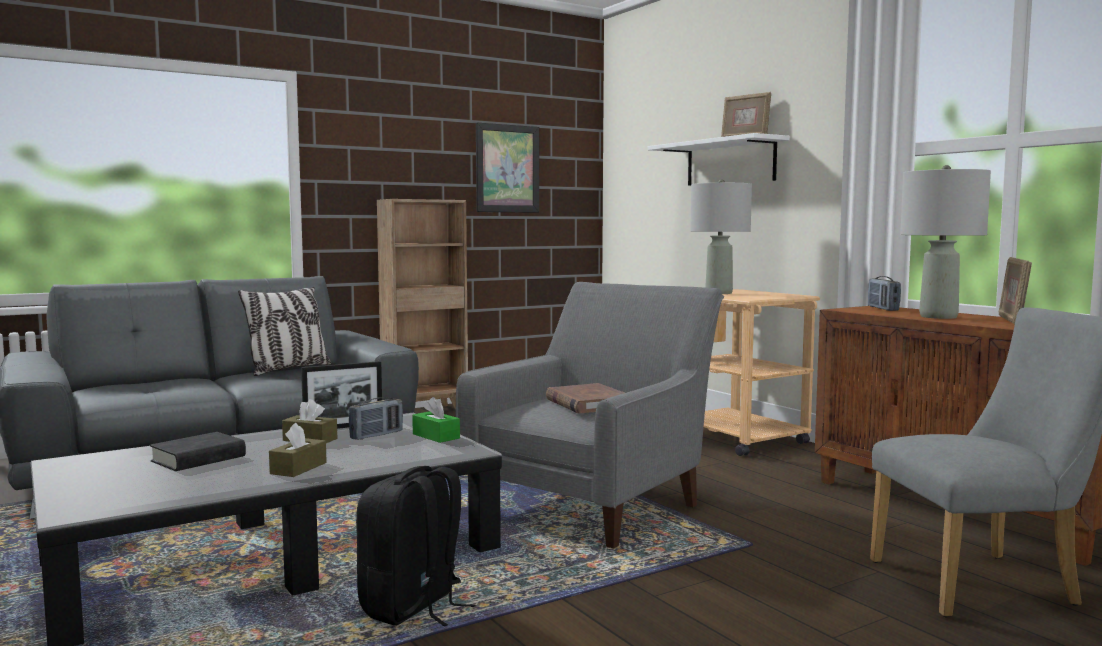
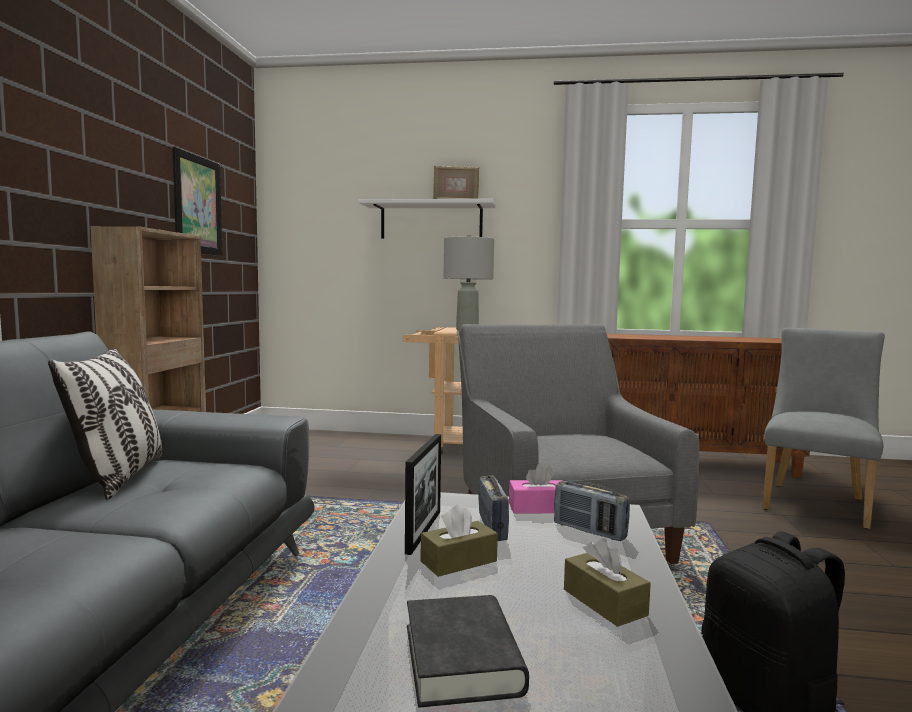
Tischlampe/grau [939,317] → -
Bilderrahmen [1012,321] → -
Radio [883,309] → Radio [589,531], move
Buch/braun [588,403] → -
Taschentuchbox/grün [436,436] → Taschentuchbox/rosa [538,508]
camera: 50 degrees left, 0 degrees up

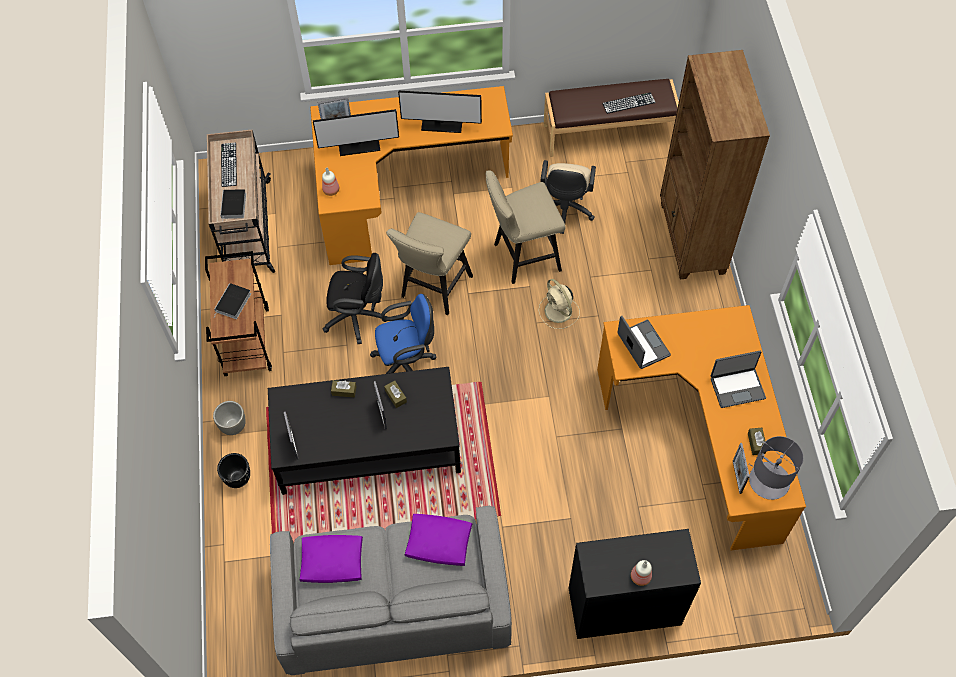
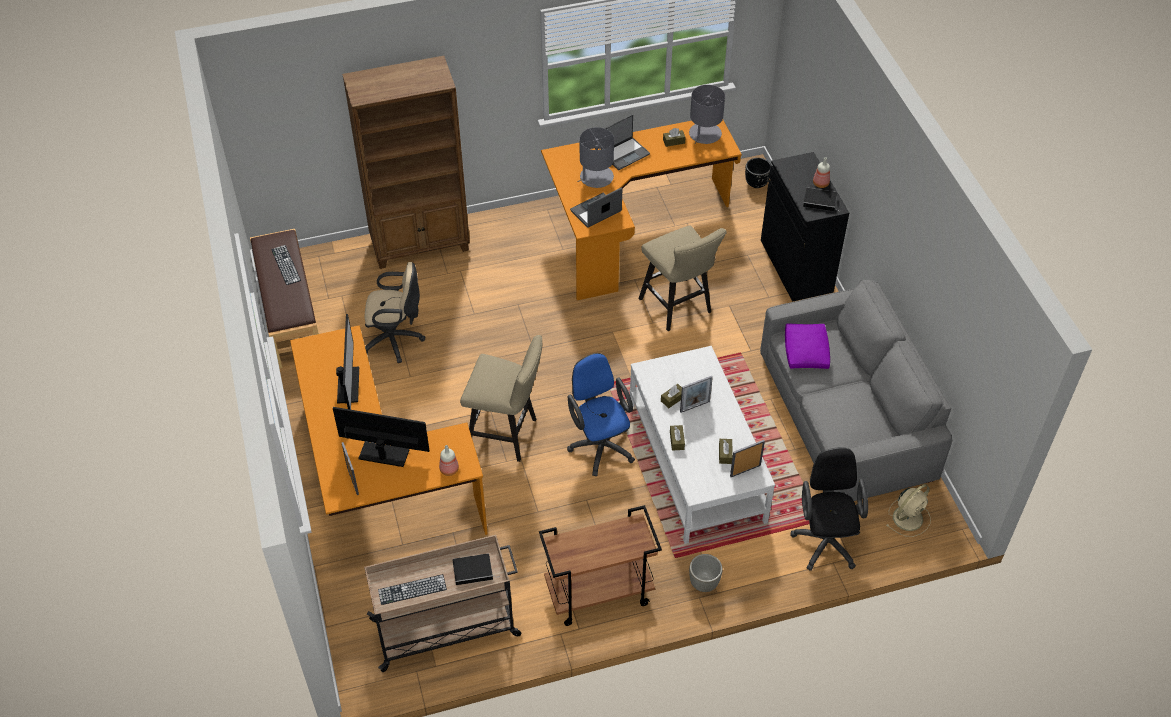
Monitor [359,146] → Monitor [384,454], 60 degrees counterclockwise
Hocker/beige [522,257] → Hocker/beige [678,308], move
Bürostuhl/schwarz [358,317] → Bürostuhl/schwarz [825,539], move
Ventilator/beige [559,312] → Ventilator/beige [908,517], move
Buch [233,303] → Buch [821,201], move
Laptop [737,387] → Laptop [624,154], 75 degrees clockwise
Couchtisch/schwarz [367,445] → Couchtisch/weiß [696,462]
Bilderrahmen [736,477] → -
Pflanzkübel/schwarz [237,478] → Pflanzkübel/schwarz [756,184], move
Kissen/lila [331,562] → -
- → Tischlampe/grau [596,177]
- → Taschentuchbox/braun [725,454]
camera: 100 degrees left, 10 degrees down

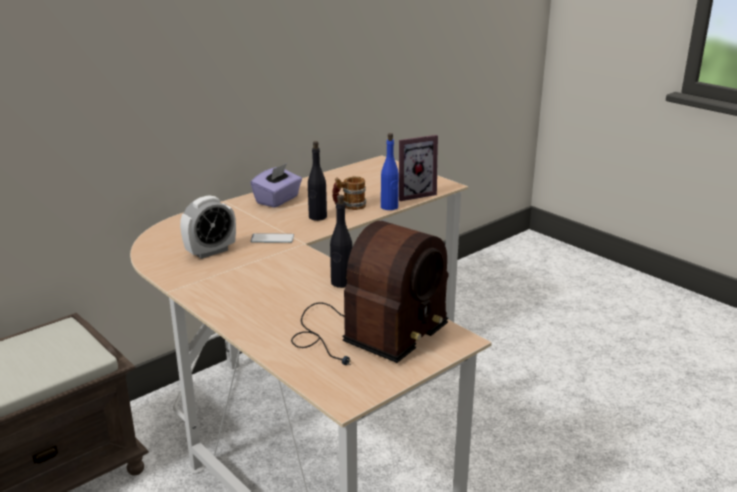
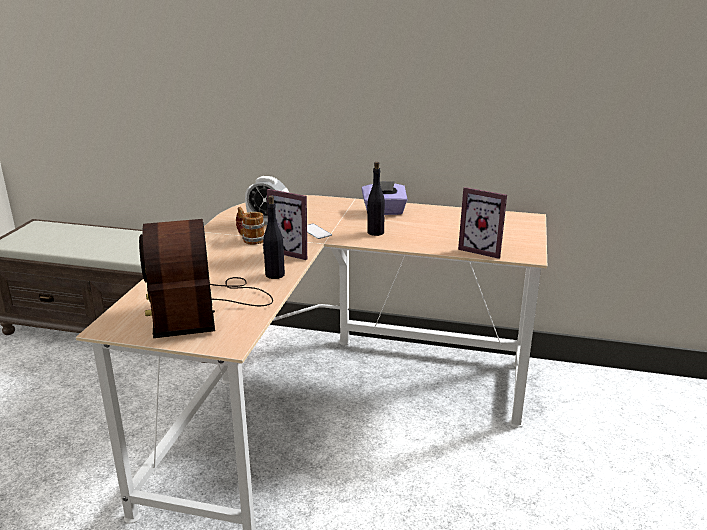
Flasche/blau [389,207] → -
Henkelbecher [349,206] → Henkelbecher [250,239], move
Radio [367,334] → Radio [205,307], 75 degrees clockwise
- → Bilderrahmen [293,251]
camera: 55 degrees right, 0 degrees up

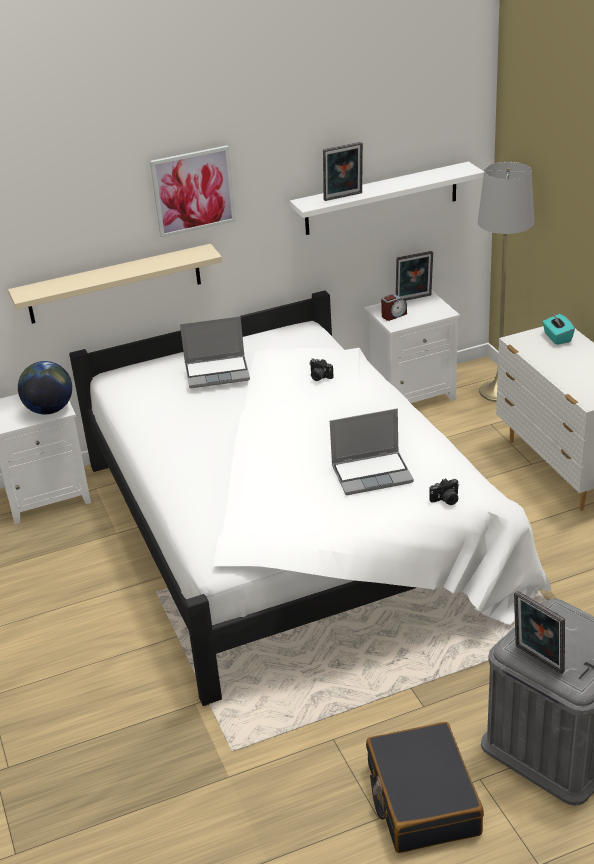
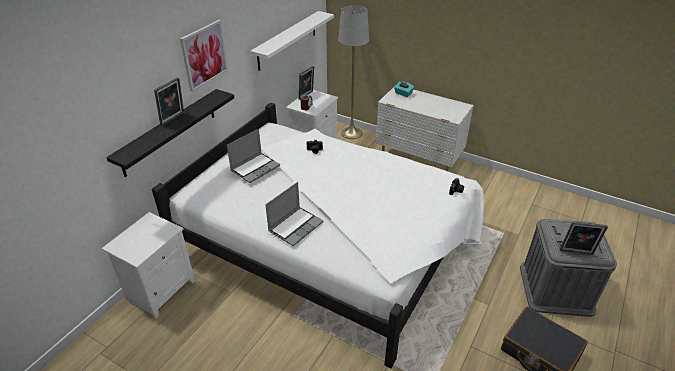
Bilderrahmen [344,197] → Bilderrahmen [173,119], move
Wandregal/beige [114,284] → Wandregal/schwarz [169,132]
Globus [49,409] → -
Laptop [372,474] → Laptop [295,226], move
camera: 40 degrees left, 5 degrees up

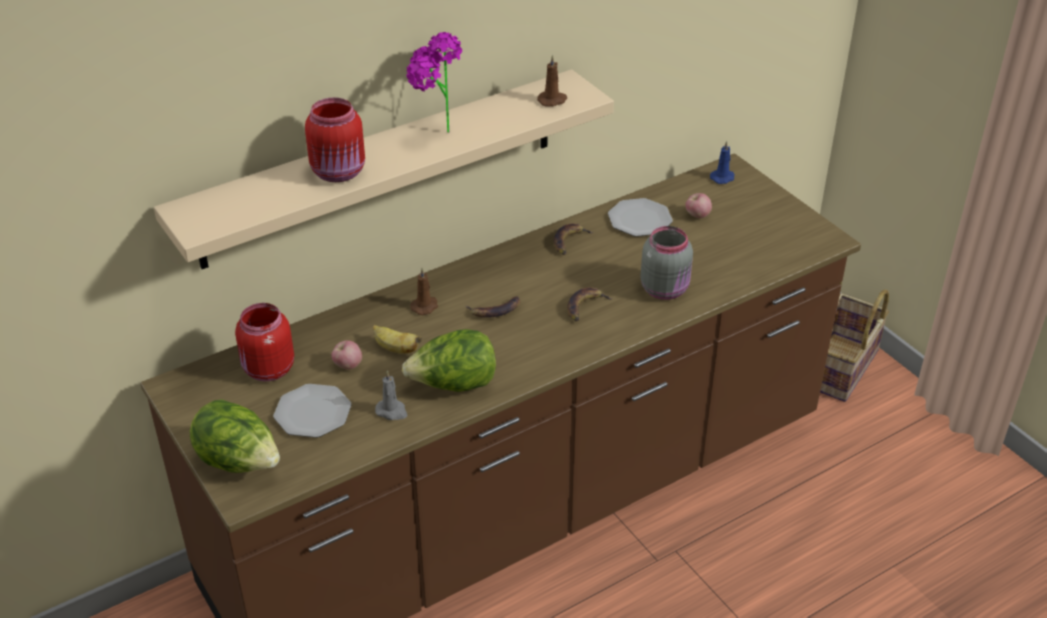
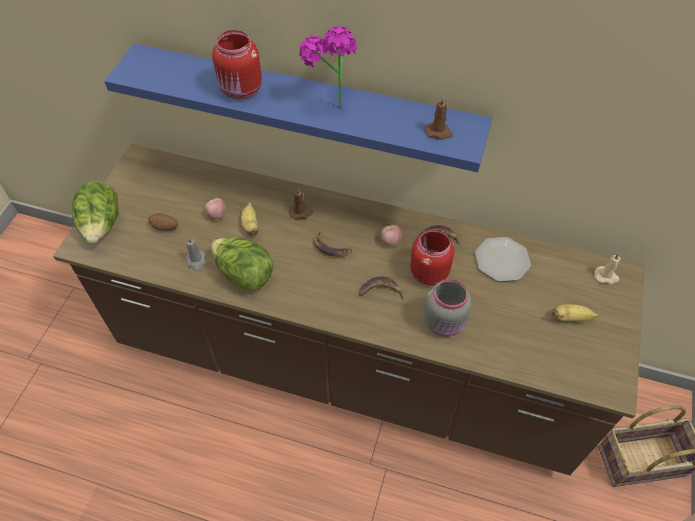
Wandregal/beige [381,168] → Wandregal/blau [306,104]
Kerze/blau [723,178] → Kerze/beige [606,276]
Apfel [697,215] → Apfel [390,242], move
Vorratsglas/rot [267,370] → Vorratsglas/rot [427,273], move
Teller [312,413] → Kartoffel [165,227]
- → Banane [571,318]
camera: 50 degrees right, 15 degrees up

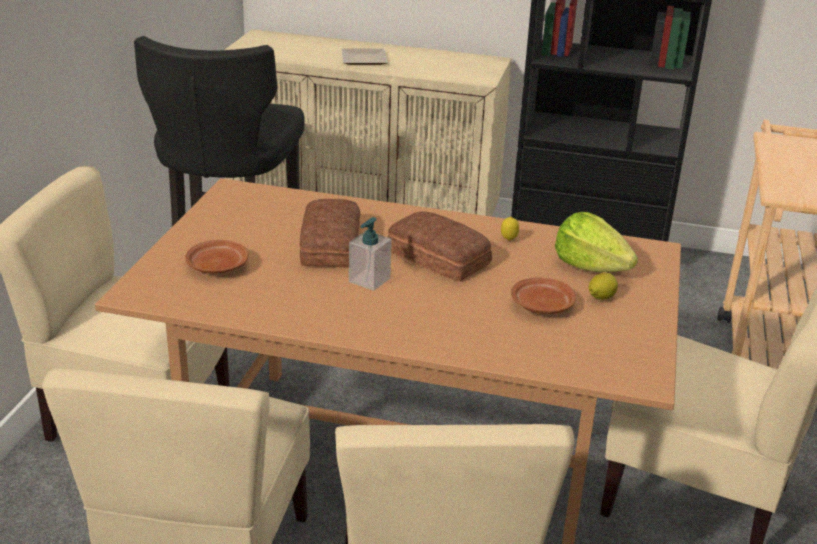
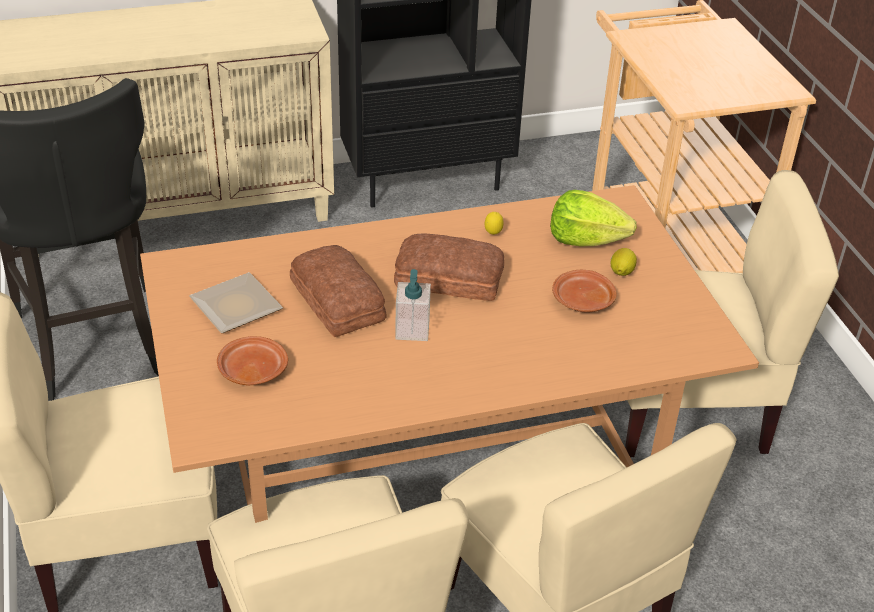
Teller [365,59] → Teller [237,304], move
camera: 30 degrees left, 10 degrees up

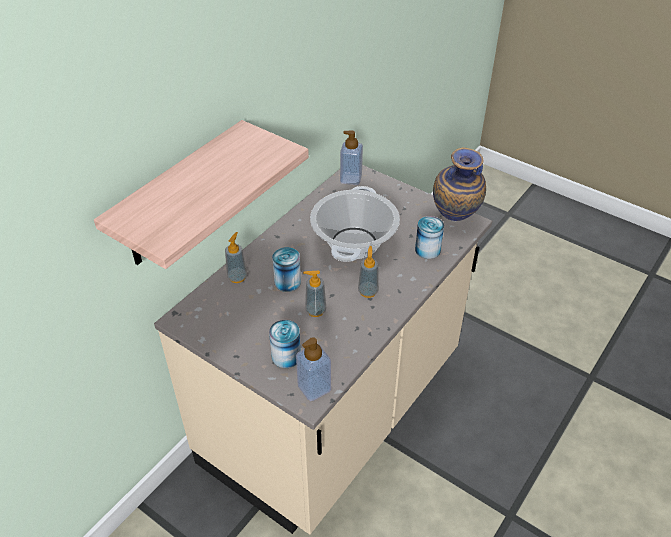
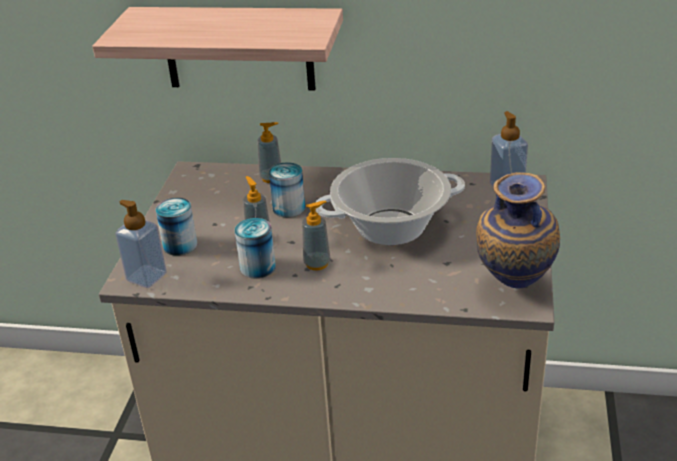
Dose [427,250] → Dose [257,267], move
camera: 65 degrees right, 10 degrees down

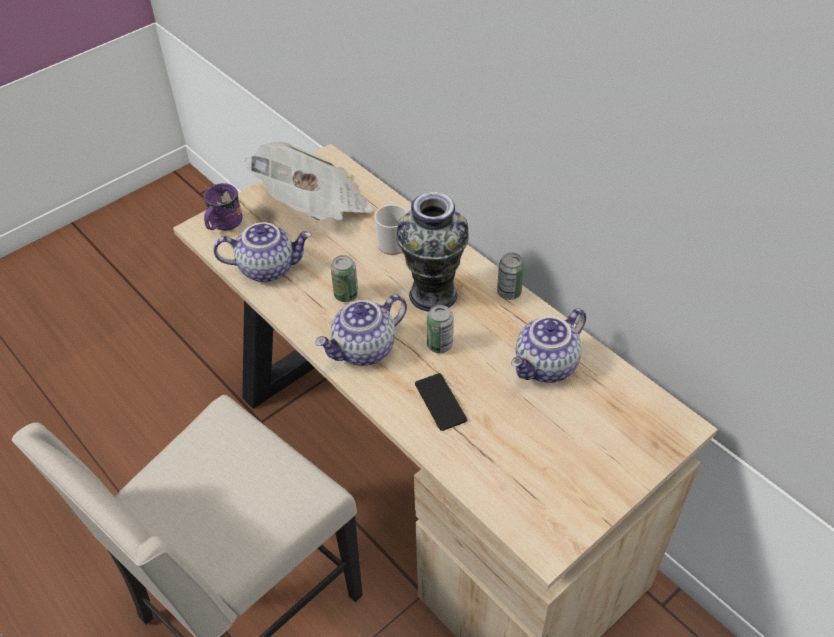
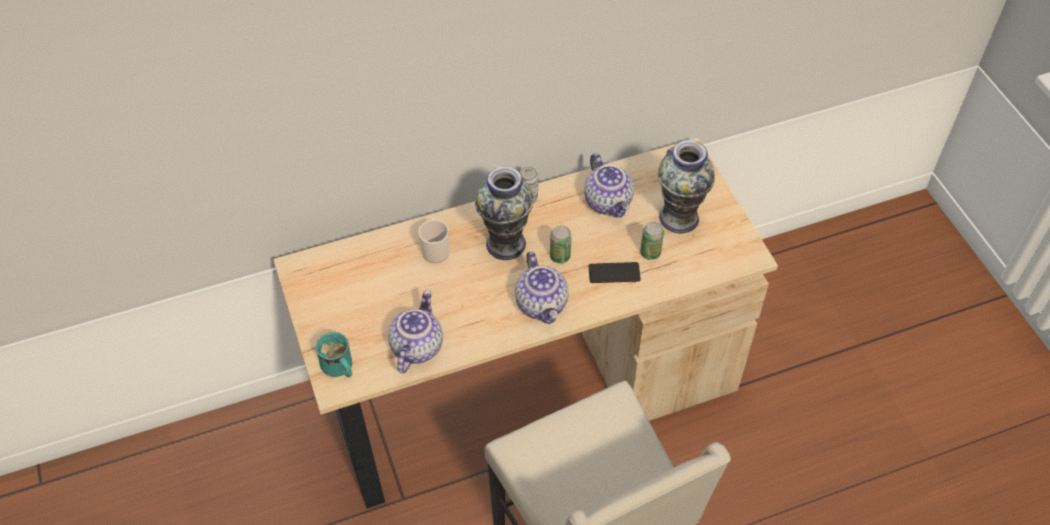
Zeitung [315,206] → -
Henkelbecher/lila [222,224] → Henkelbecher/türkis [339,369]
Dose [346,295] → Dose [650,253], move
- → Vase [679,217]
camera: 70 degrees left, 5 degrees up

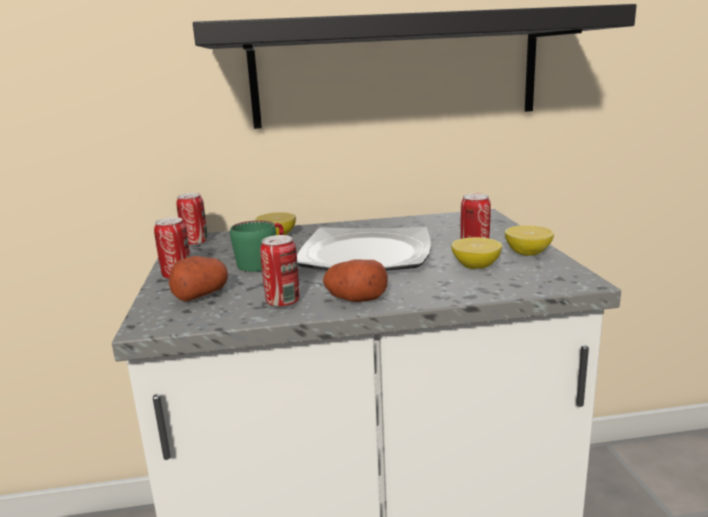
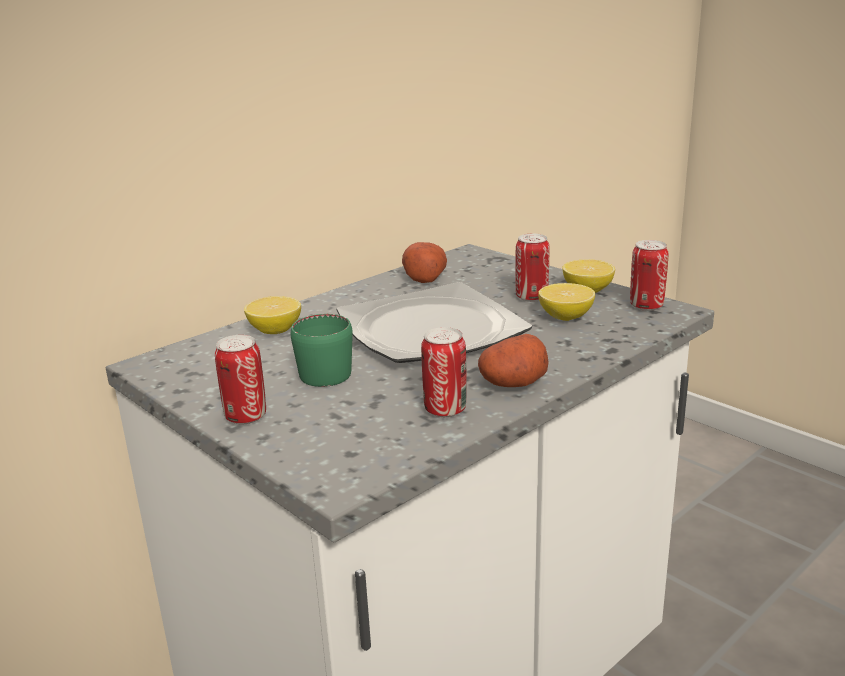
Wandregal/schwarz [395,71] → -
Dose [195,243] → Dose [646,306], move
Kartoffel [201,294] → Kartoffel [425,277], move
camera: 35 degrees left, 5 degrees up

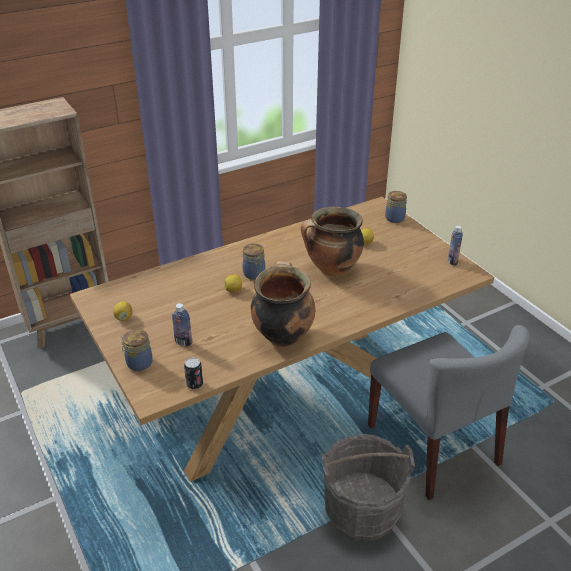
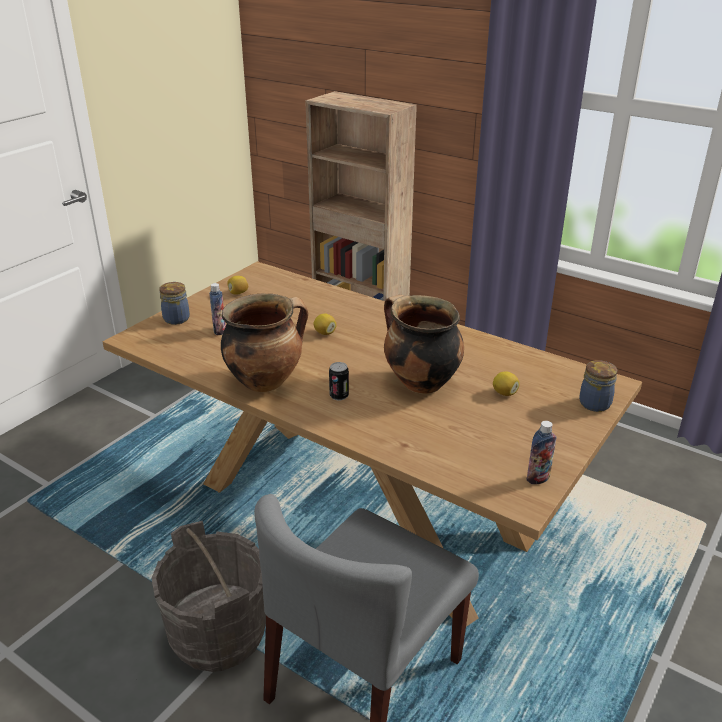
Vorratsglas [254,274] → -
Dose [194,384] → Dose [339,396], move
camera: 65 degrees right, 5 degrees down

